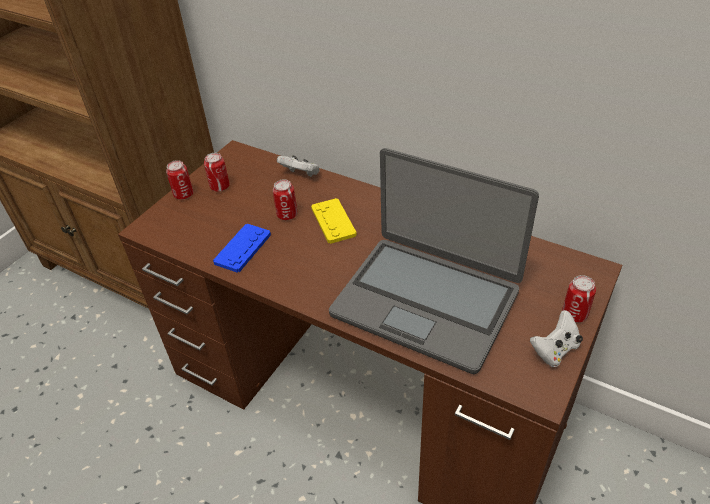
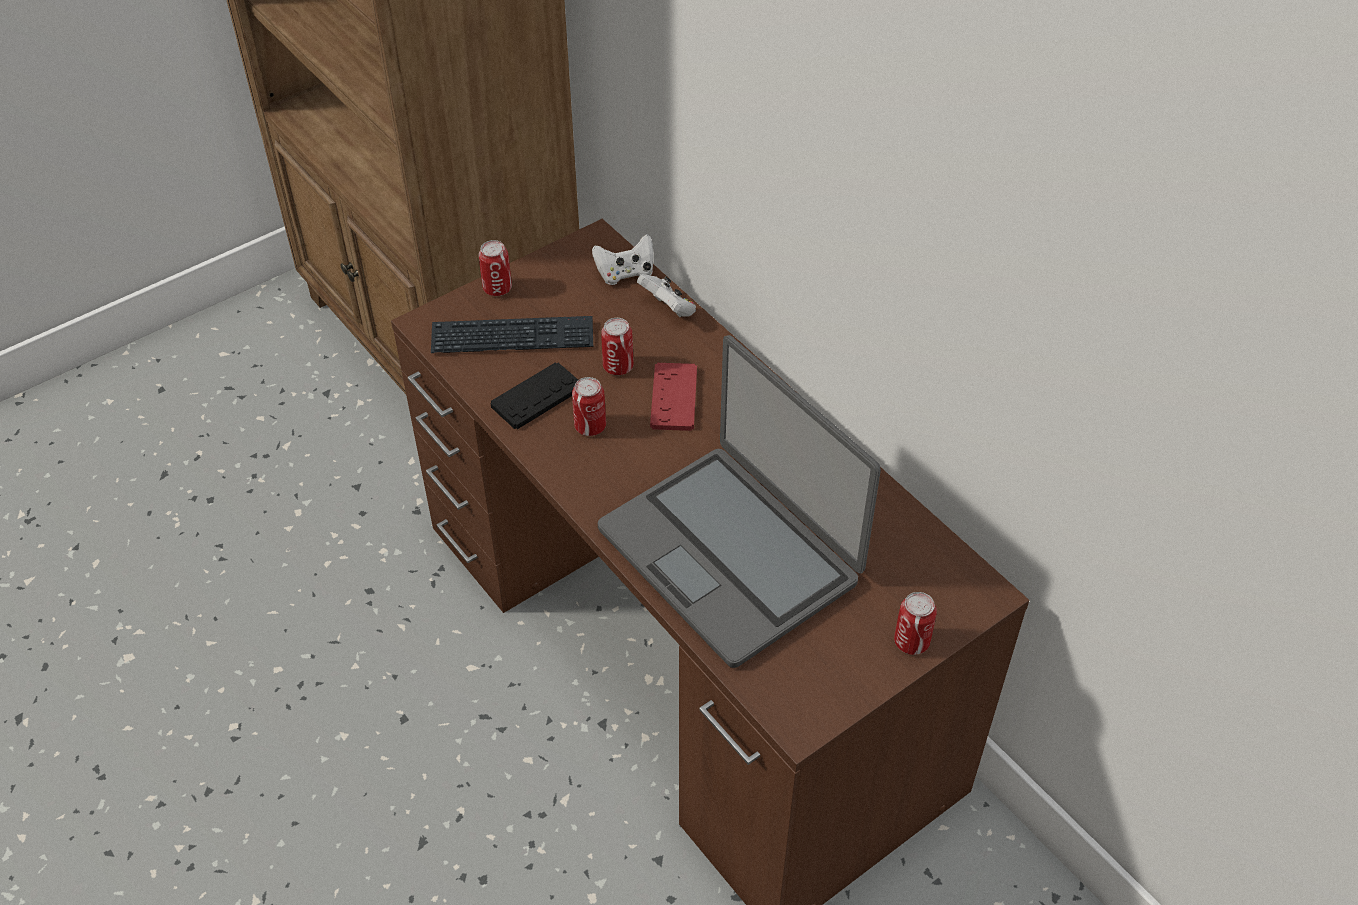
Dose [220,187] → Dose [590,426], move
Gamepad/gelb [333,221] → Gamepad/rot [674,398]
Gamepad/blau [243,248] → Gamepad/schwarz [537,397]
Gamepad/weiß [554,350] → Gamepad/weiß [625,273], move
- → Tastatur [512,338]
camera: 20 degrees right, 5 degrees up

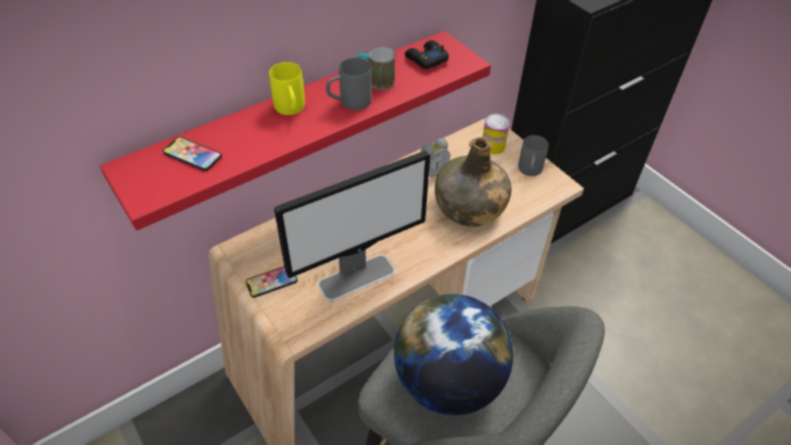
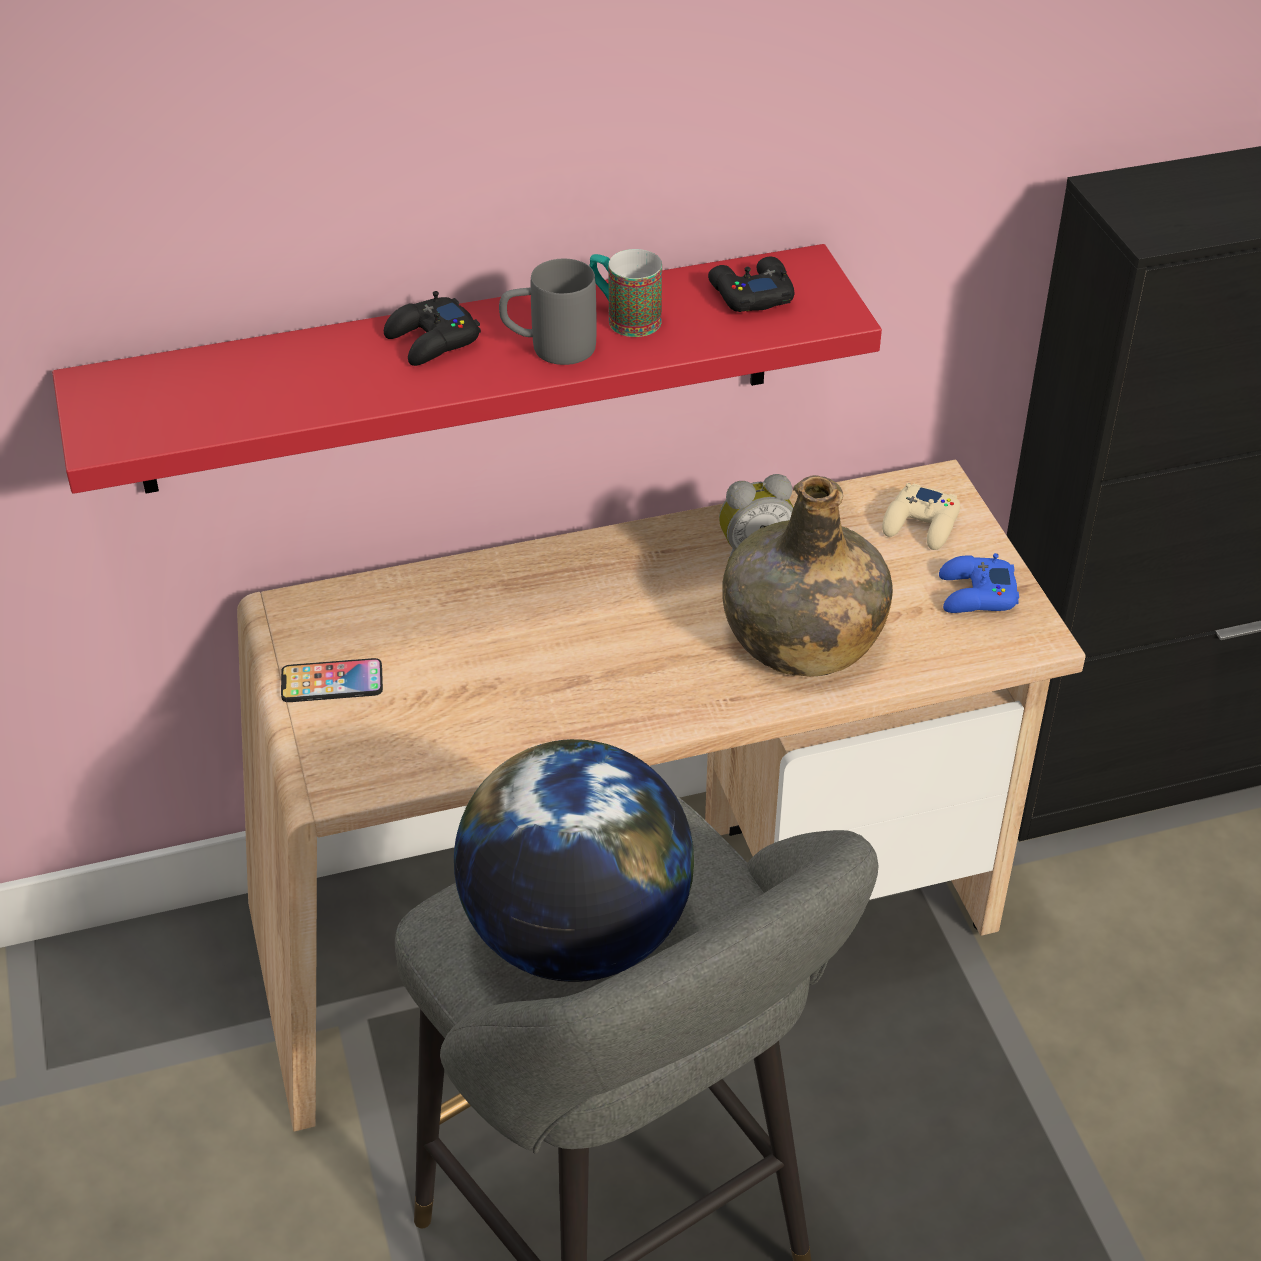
Henkelbecher/gelb [291,110] → Gamepad/schwarz [432,341]
Dose [493,146] → Gamepad/beige [921,525]
Henkelbecher/grau [529,172] → Gamepad/blau [976,594]
Handy [192,155] → -
Monitor [357,277] → -
camera: 20 degrees right, 5 degrees down

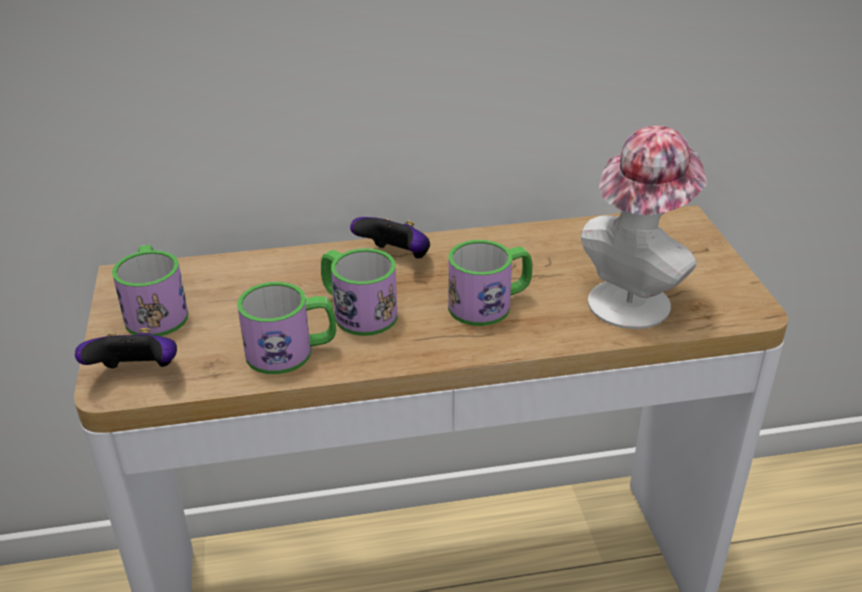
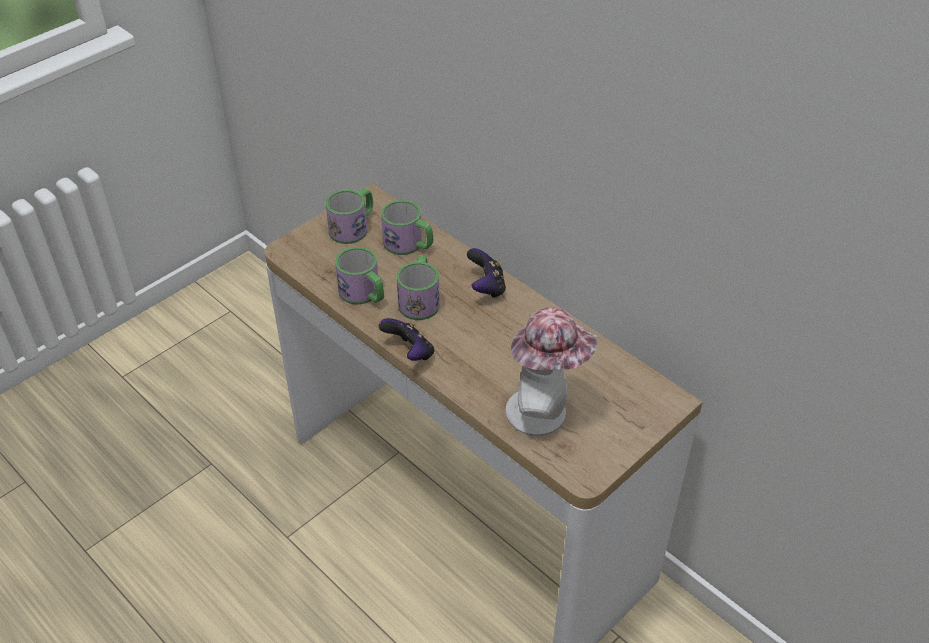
Henkelbecher [490,304] → Henkelbecher [409,244], move
Gamepad [137,374] → Gamepad [410,353], move
camera: 55 degrees right, 10 degrees up

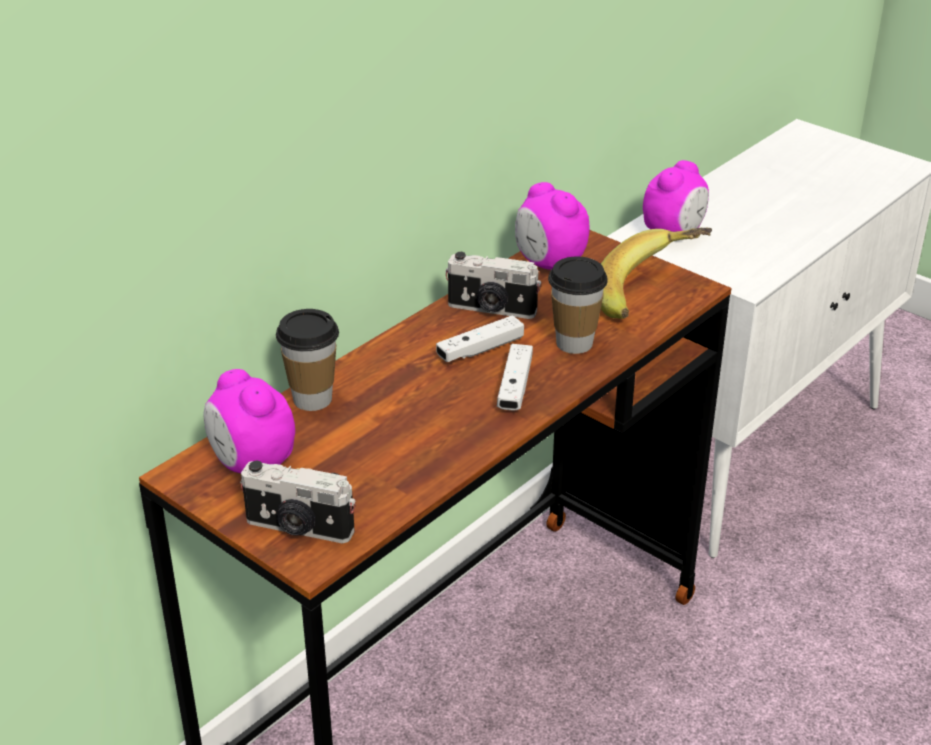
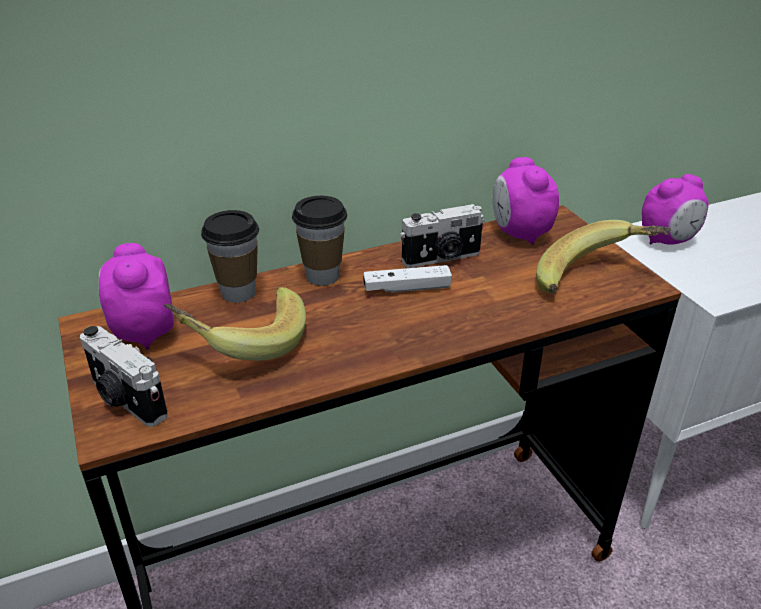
Kamera [491,309] → Kamera [442,258], 60 degrees counterclockwise
Tasse [574,343] → Tasse [322,276], move
Gamepad/weiß [515,387] → -
- → Banane [243,341]
camera: 25 degrees right, 0 degrees up

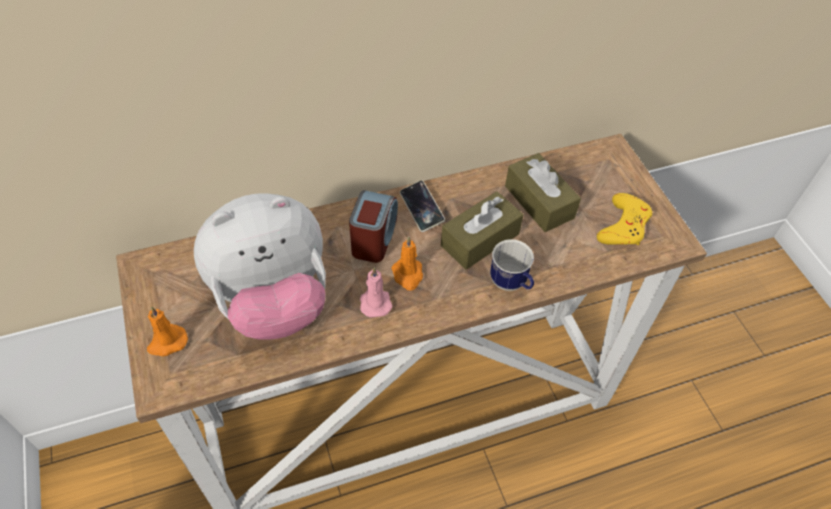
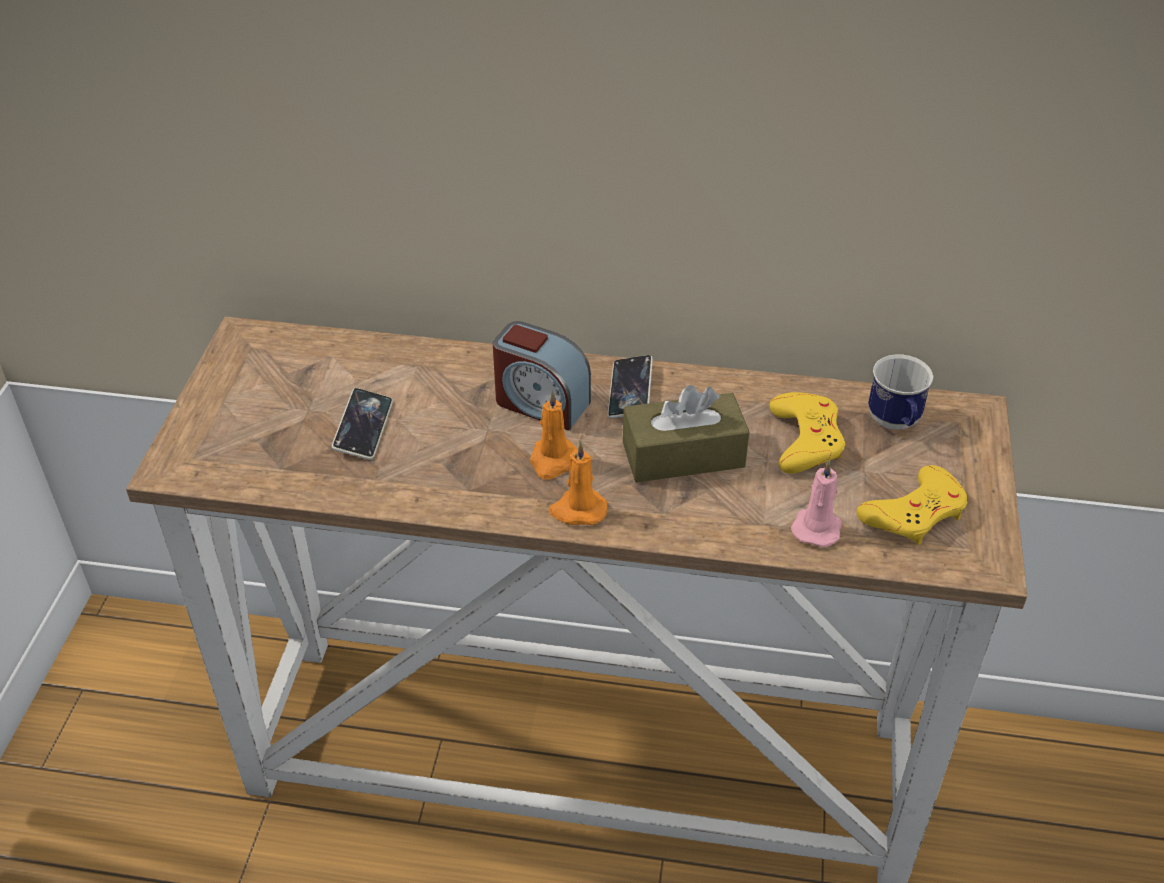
Taschentuchbox/braun [539,202] → Gamepad/gelb [805,439]
Wecker [374,238] → Wecker [541,403], 75 degrees clockwise
Plüschtier [273,301] → Handy [363,428]
Henkelbecher [511,284] → Henkelbecher [895,424], move
Kerze/rosa [375,302] → Kerze/rosa [817,527], move
Kerze/orange [167,342] → Kerze/orange [577,510], move
camera: 30 degrees right, 10 degrees down

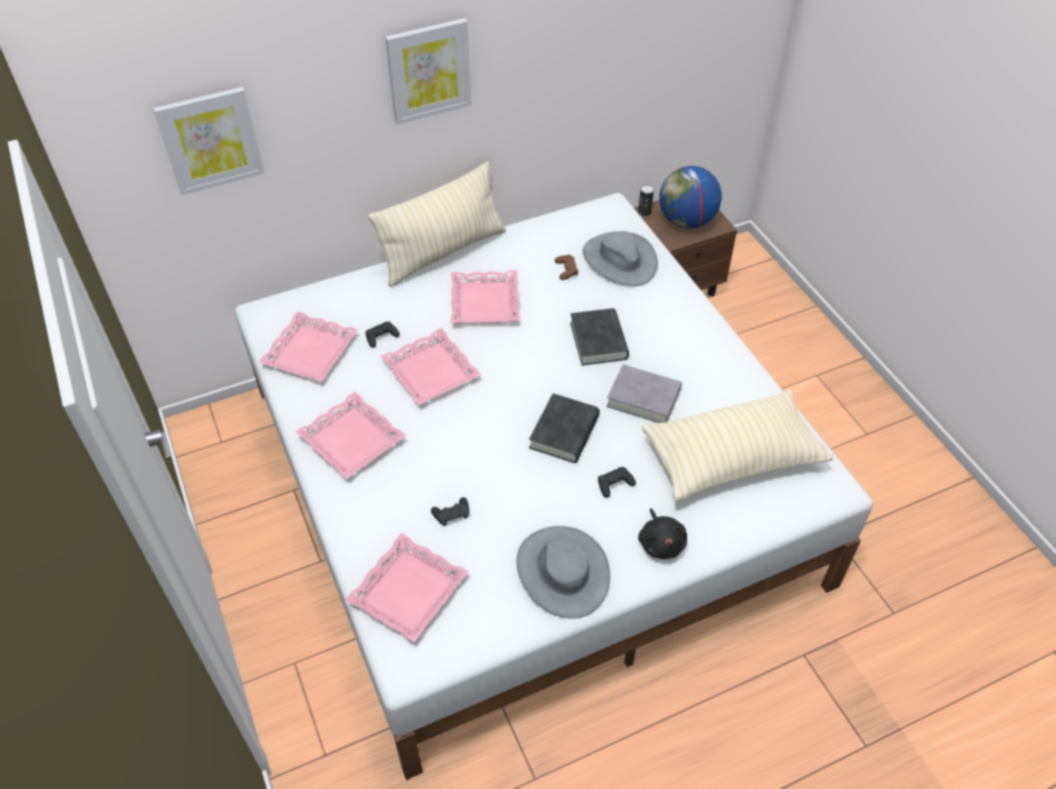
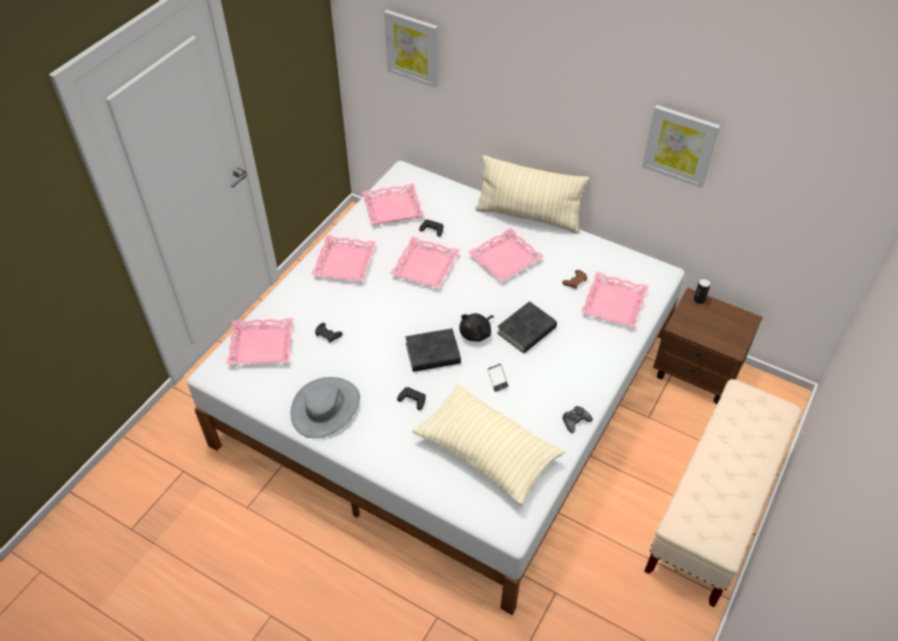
Bild [429,70] → Bild [680,145], move
Globus [686,221] → -
Hut/grau [619,260] → Tablett/rosa [613,303]
Buch/grau [643,398] → Handy [497,379]
Plüschtier/schwarz [661,543] → Plüschtier/schwarz [476,333], move
- → Bank/beige [712,511]
- → Gamepad/schwarz [575,421]
camera: 55 degrees right, 0 degrees up

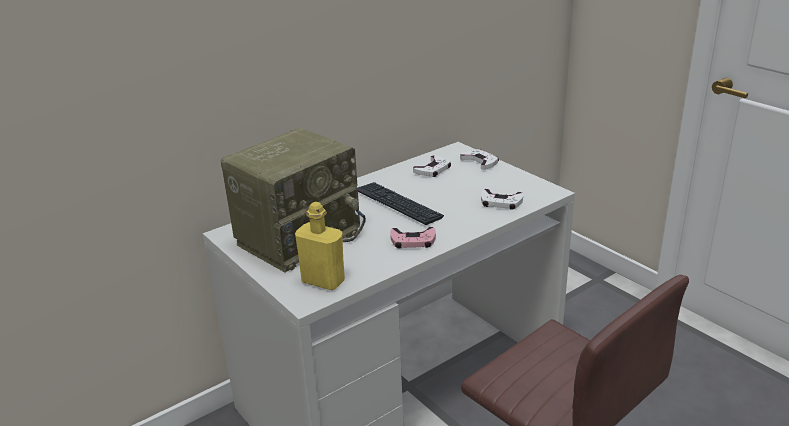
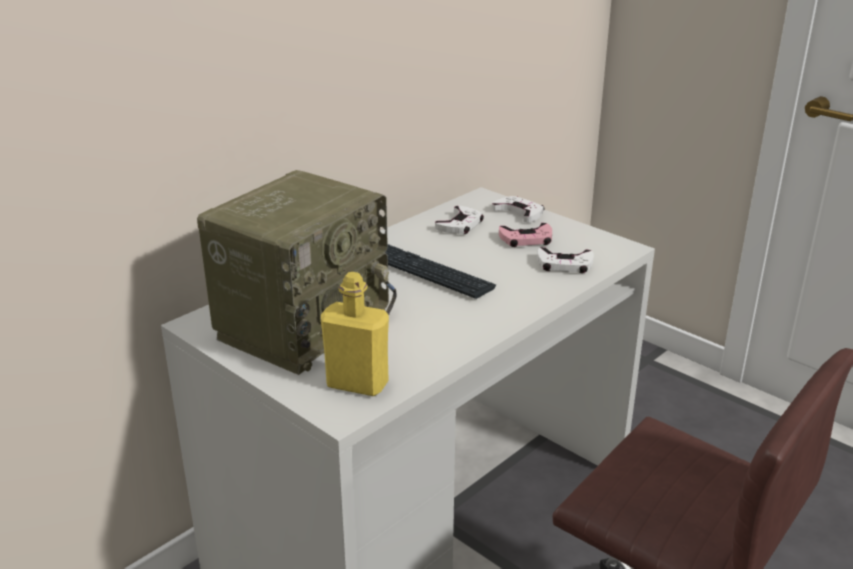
Gamepad/rosa [413,241] → Gamepad/rosa [526,239], move
camera: 10 degrees left, 0 degrees up

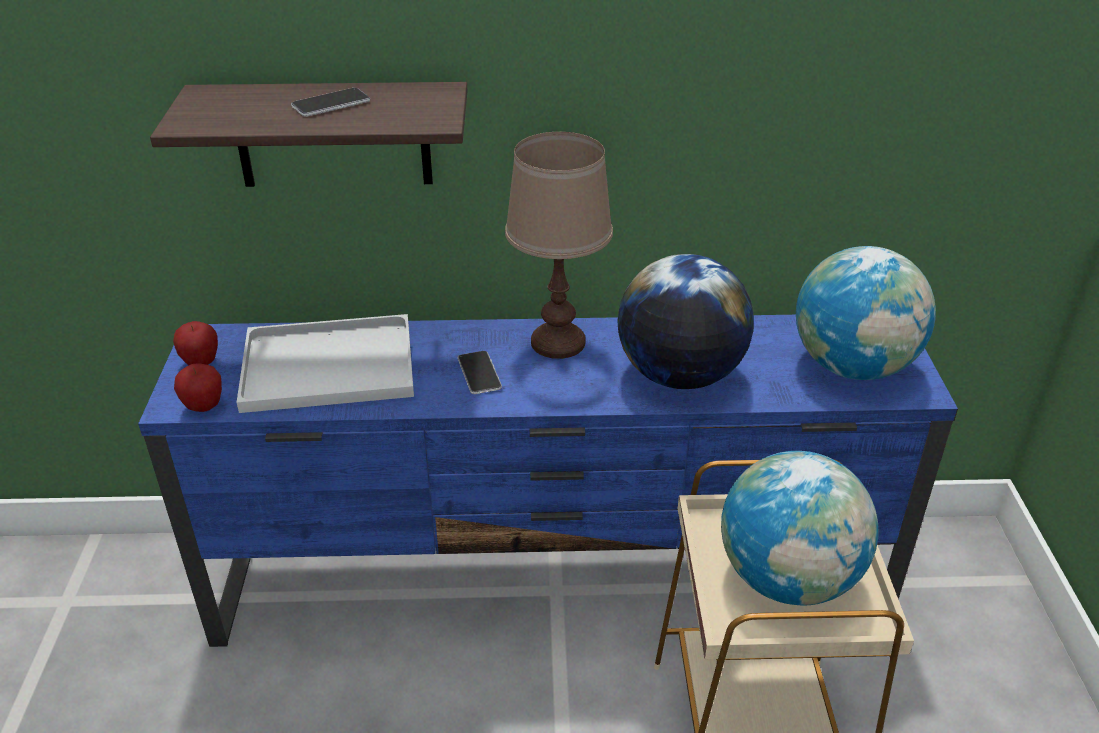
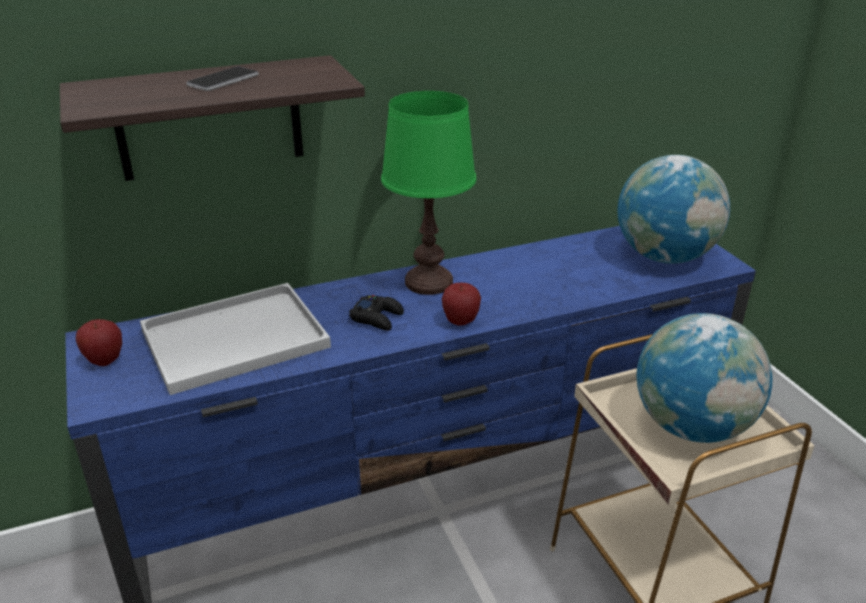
Tischlampe/braun [557,342] → Tischlampe/grün [428,282]
Globus [679,375] → -
Handy [479,373] → Gamepad/schwarz [377,318]
Apfel [204,407] → Apfel [460,322], move
camera: 20 degrees left, 5 degrees down

